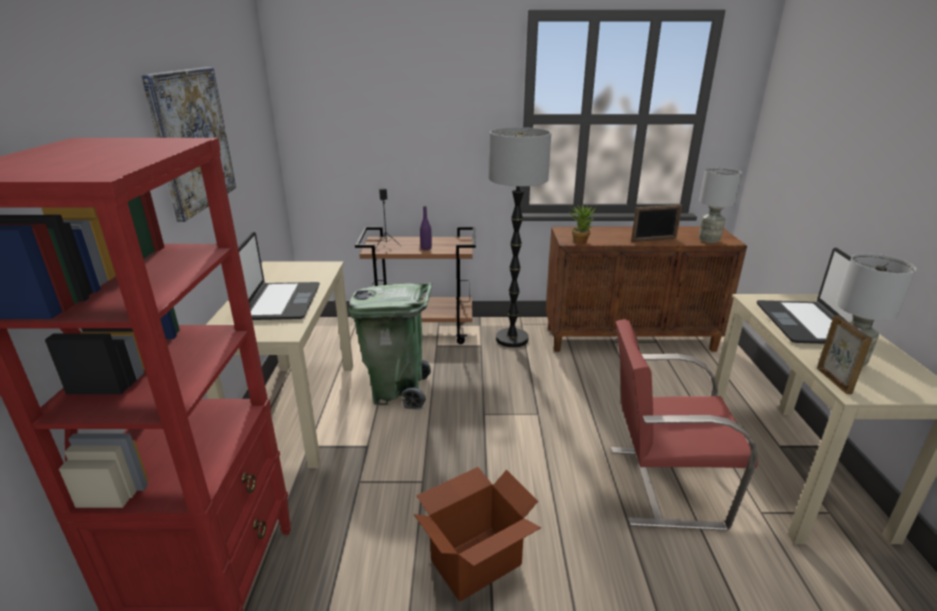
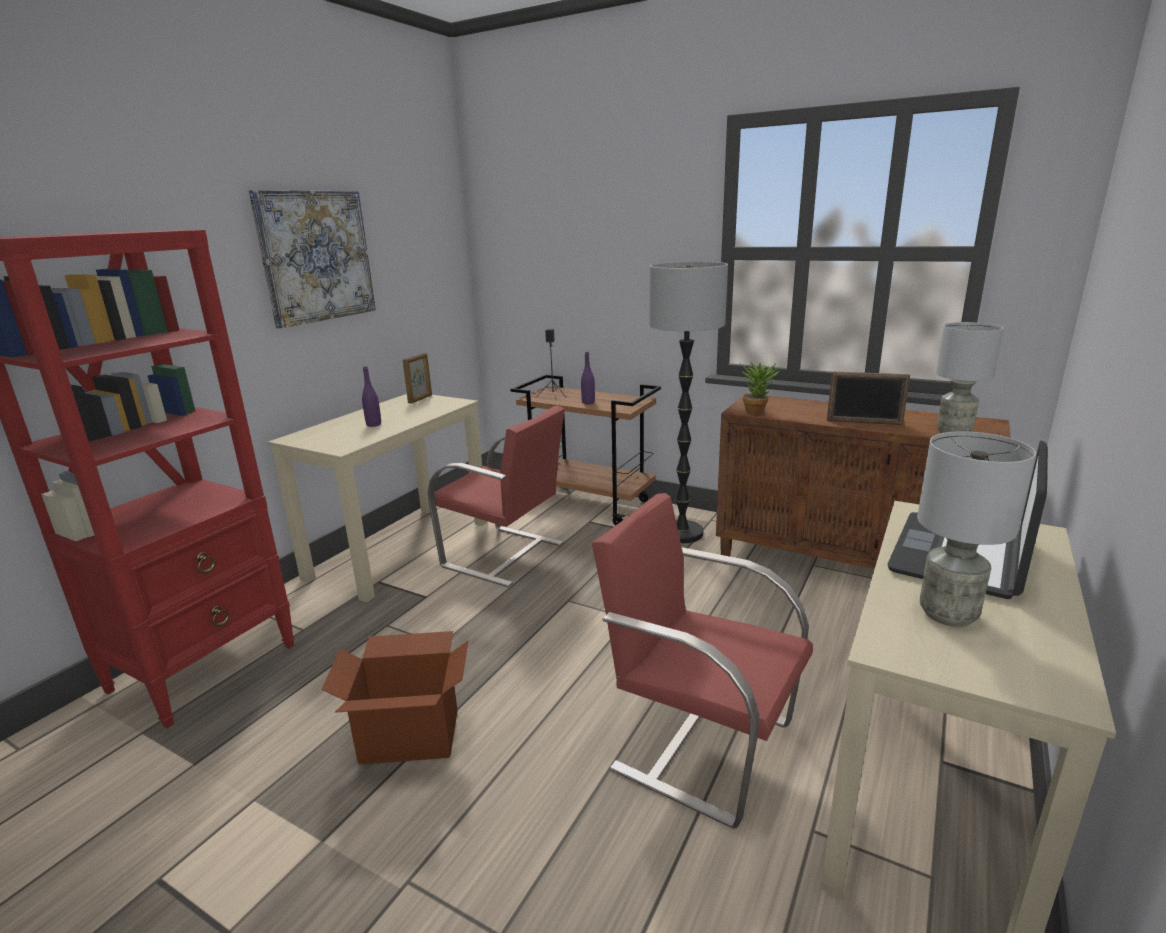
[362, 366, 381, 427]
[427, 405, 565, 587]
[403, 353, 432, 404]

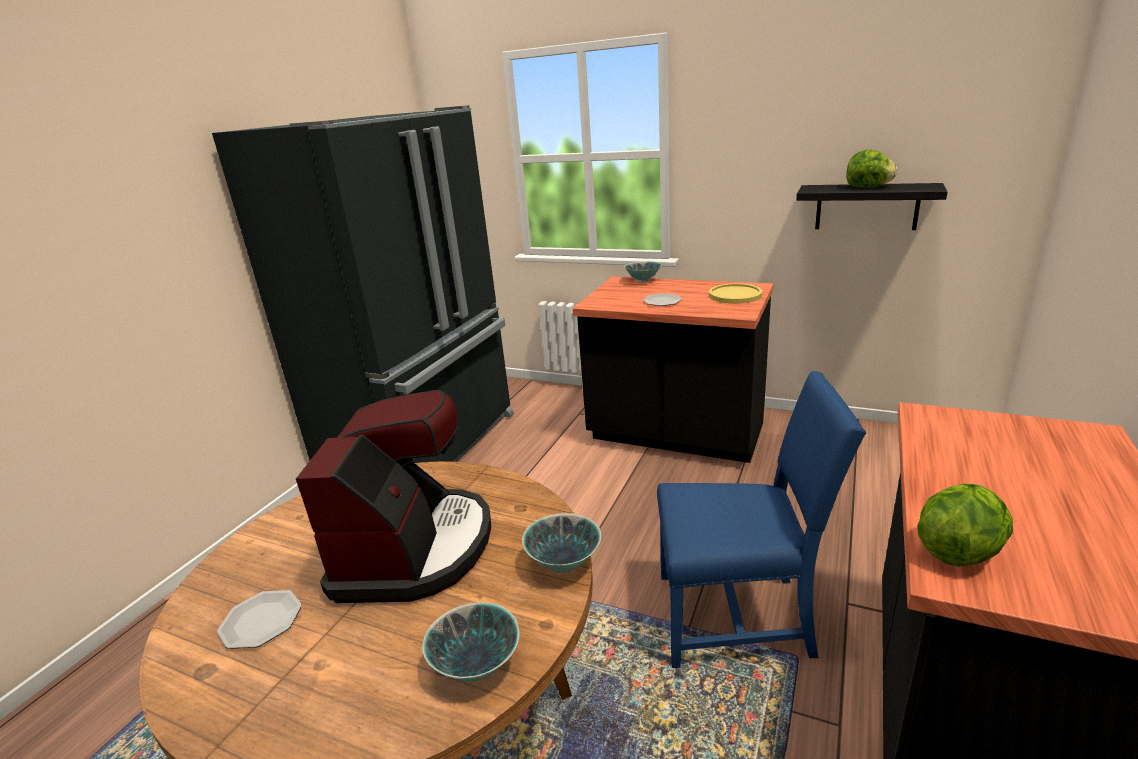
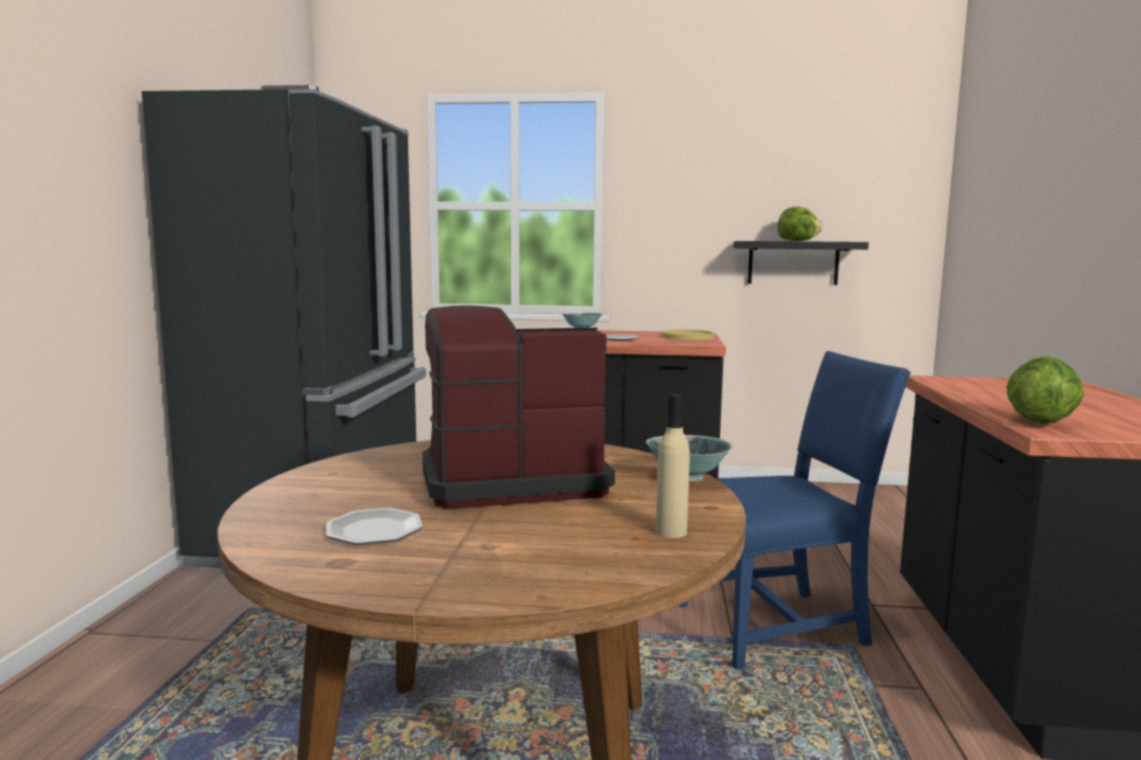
[422, 305, 615, 509]
[656, 394, 690, 538]

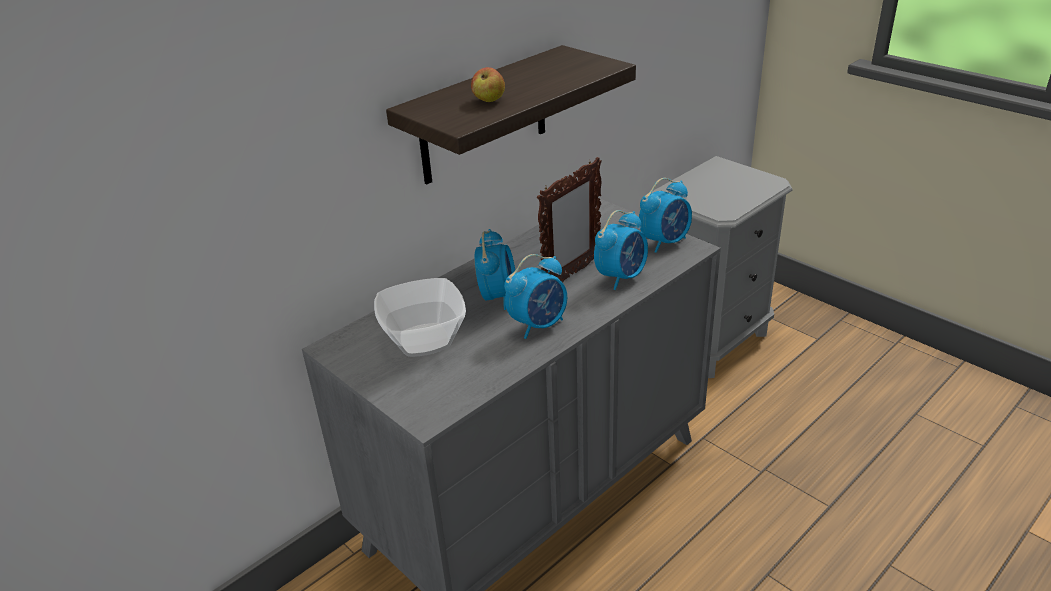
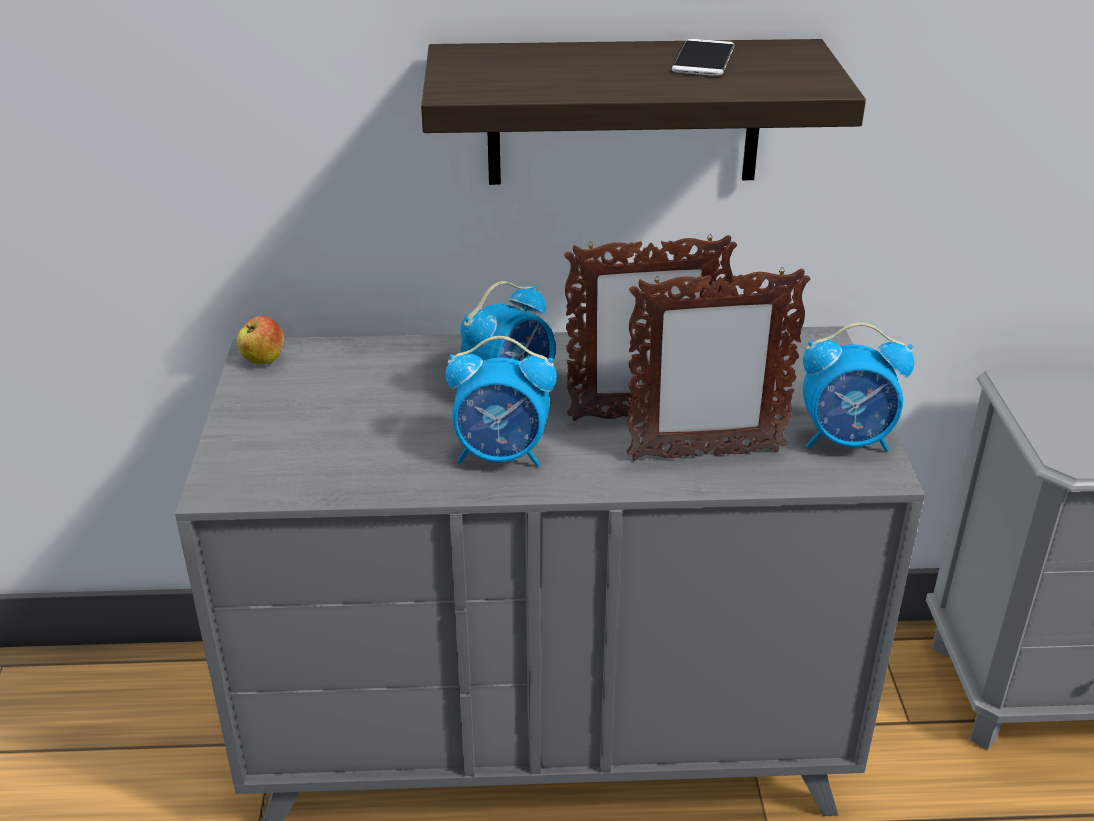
[374, 278, 466, 357] (first image)
[237, 316, 284, 365]
[627, 267, 810, 461]
[672, 39, 734, 76]

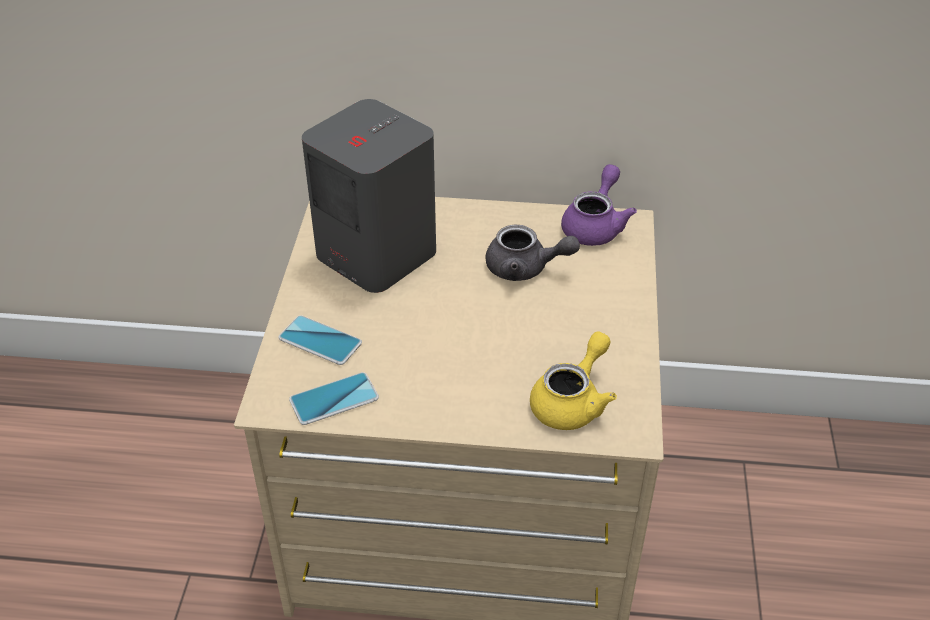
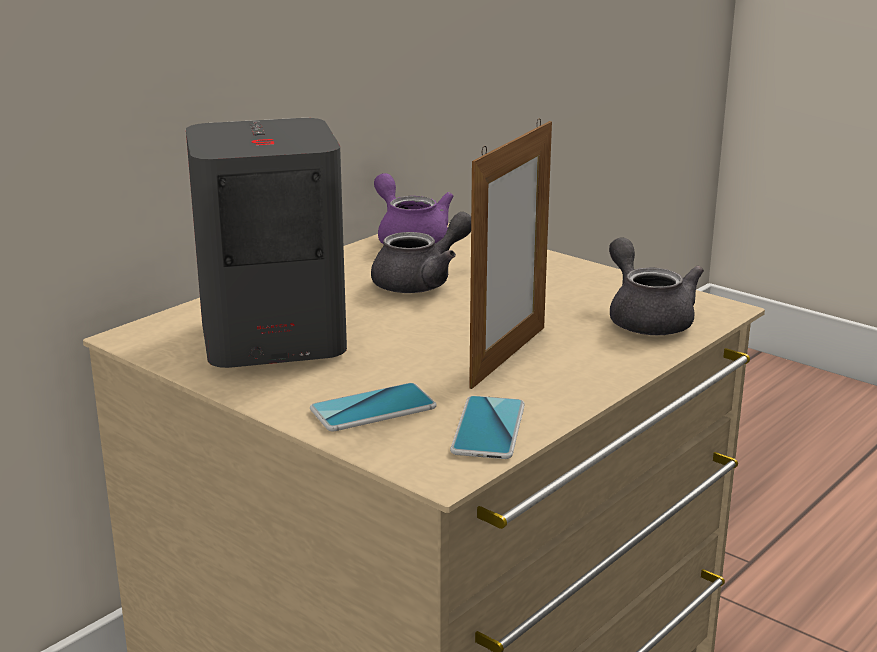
[609, 238, 704, 335]
[469, 118, 552, 389]

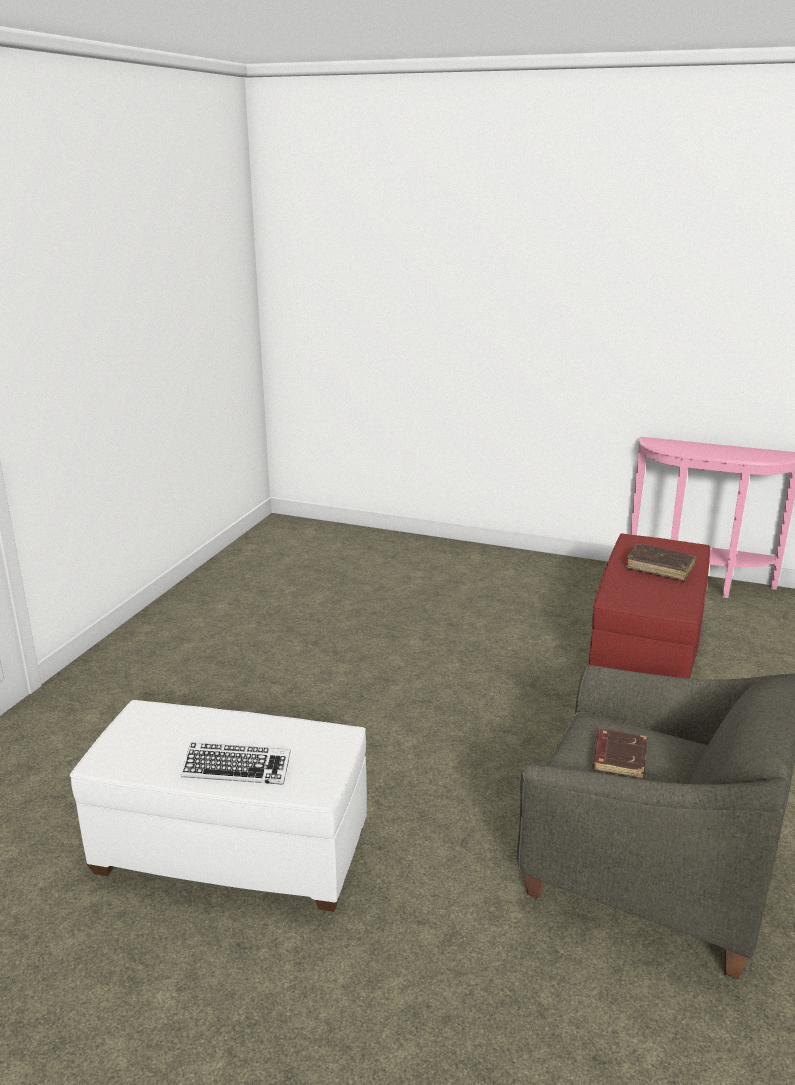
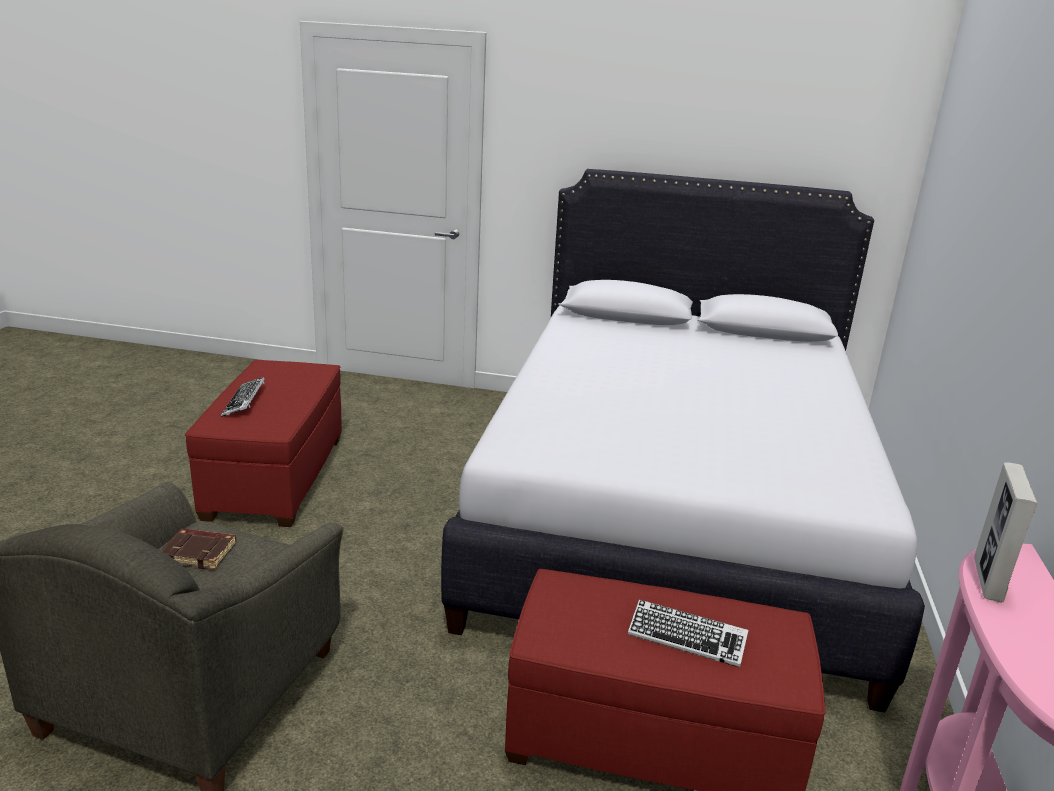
[185, 360, 342, 527]
[628, 599, 748, 668]
[441, 169, 925, 712]
[974, 462, 1037, 602]

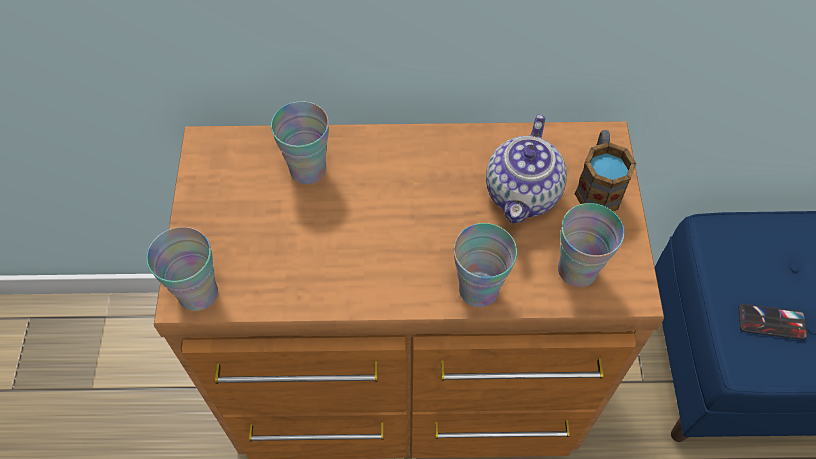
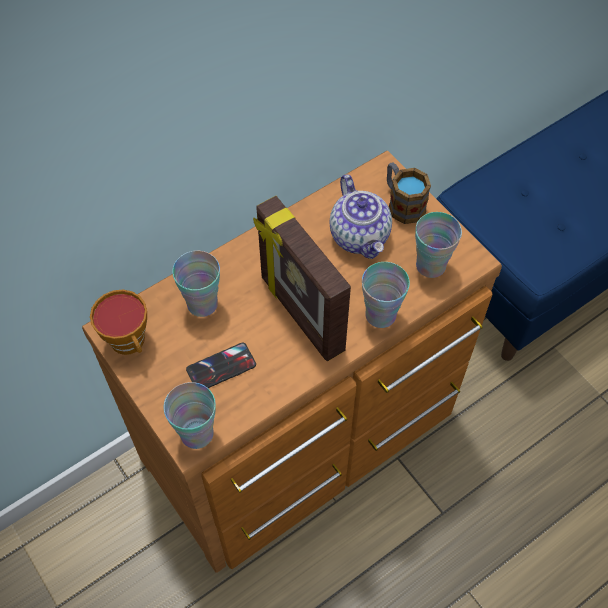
[186, 342, 256, 388]
[90, 289, 147, 355]
[253, 196, 351, 361]

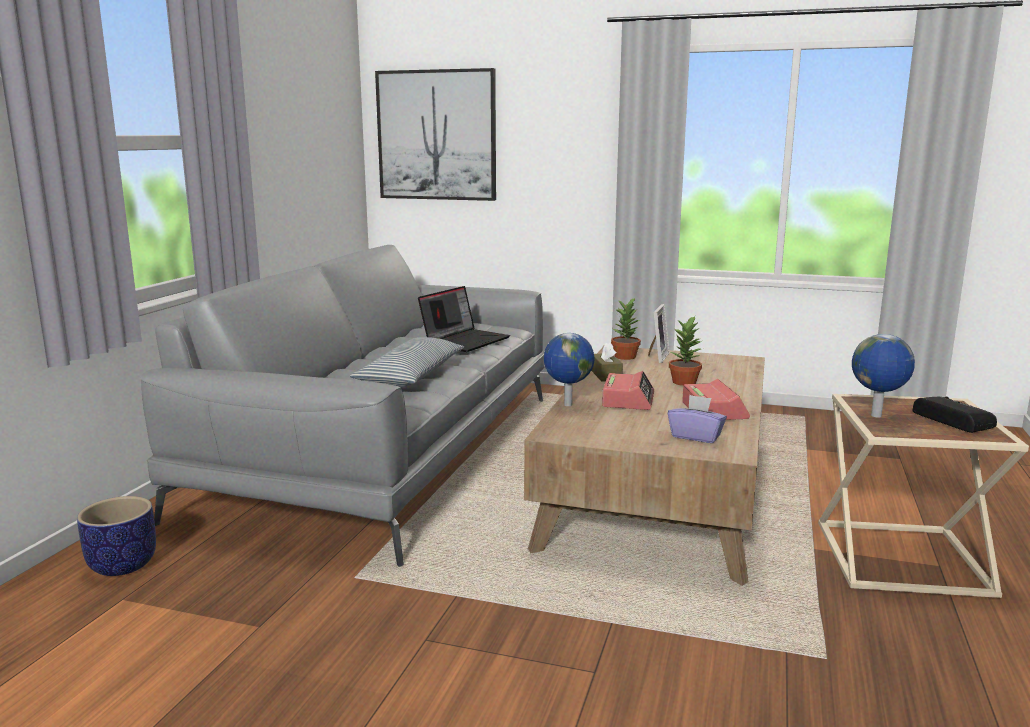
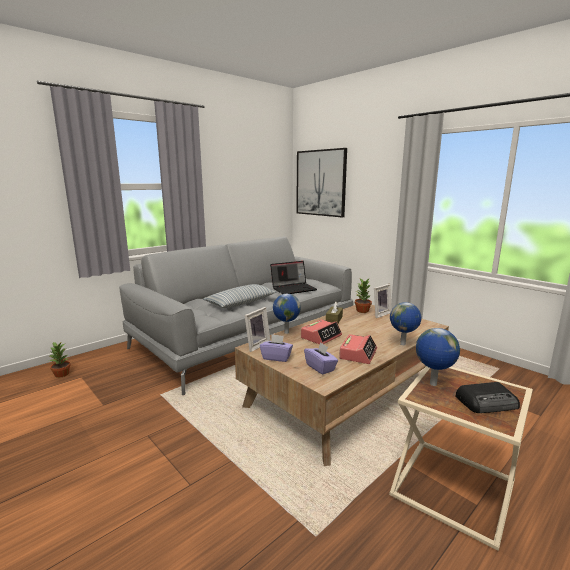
[77, 496, 156, 576] (first image)
[49, 342, 71, 378]
[455, 382, 520, 413]
[244, 307, 271, 352]
[260, 334, 293, 362]
[390, 302, 422, 345]

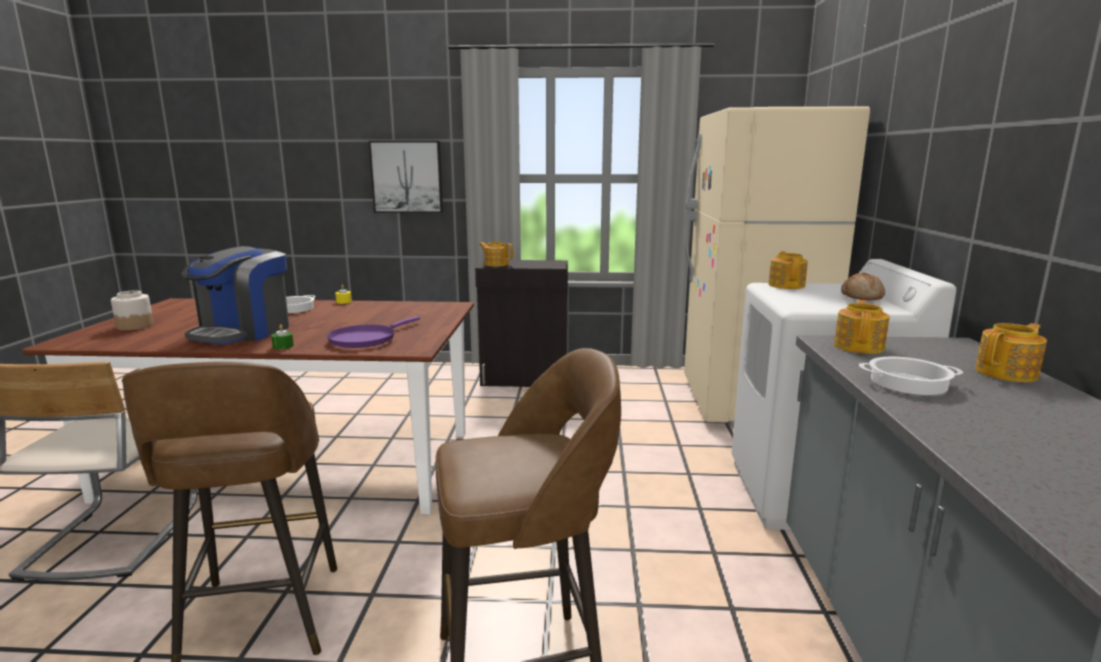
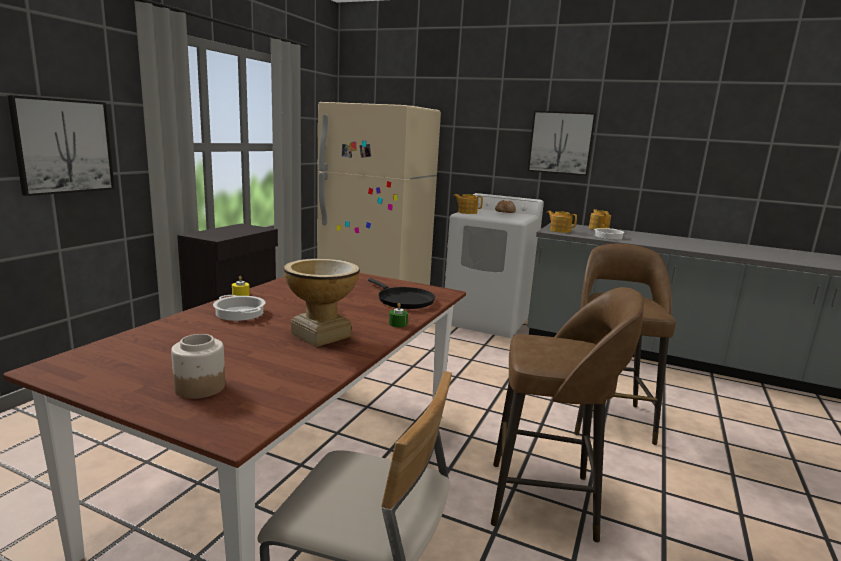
[283, 259, 360, 347]
[368, 278, 435, 309]
[479, 242, 513, 267] (first image)
[528, 111, 596, 176]

